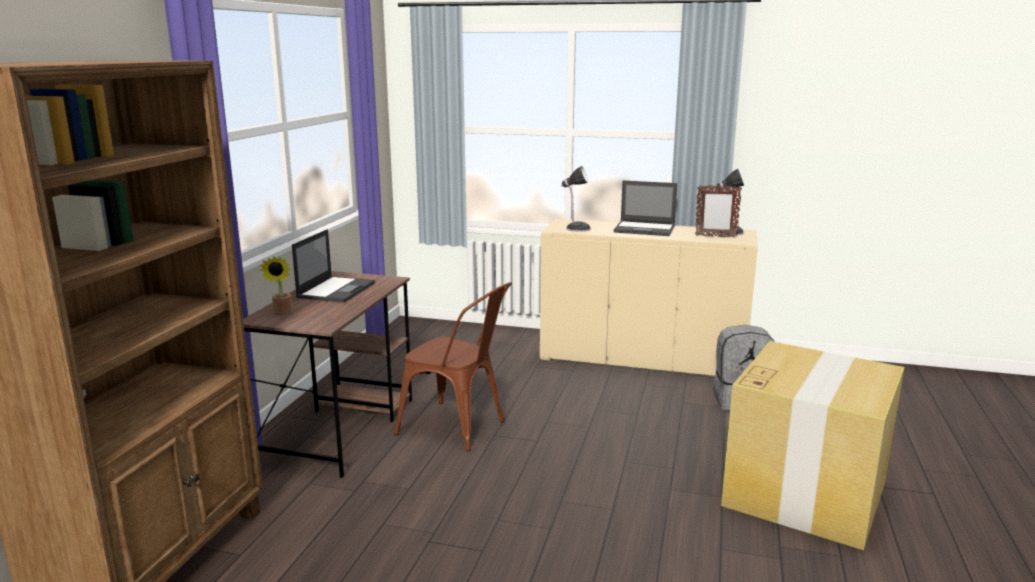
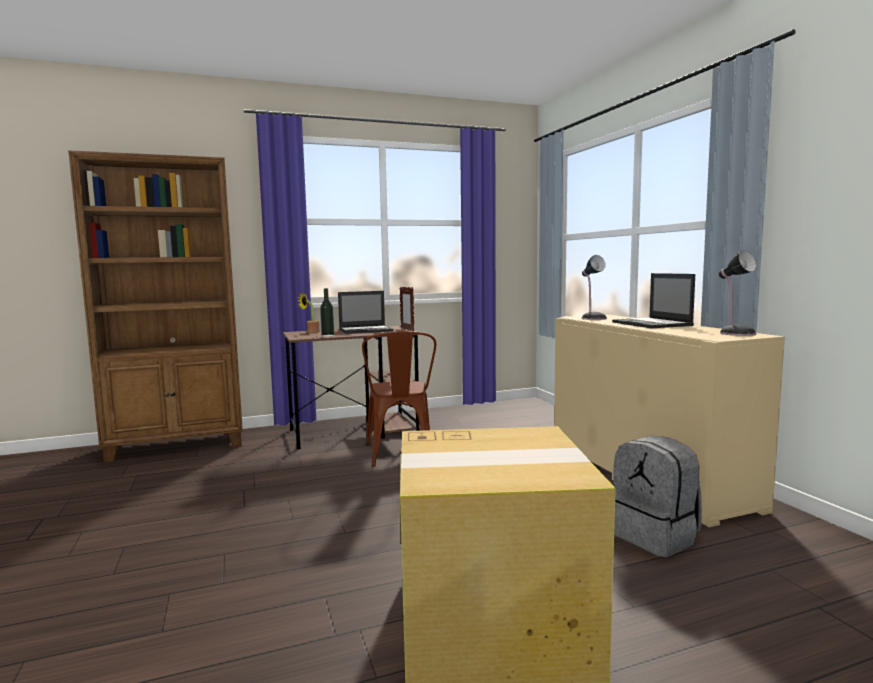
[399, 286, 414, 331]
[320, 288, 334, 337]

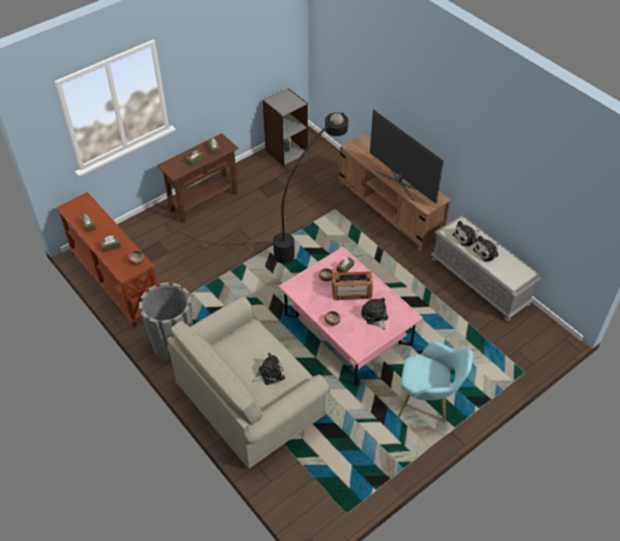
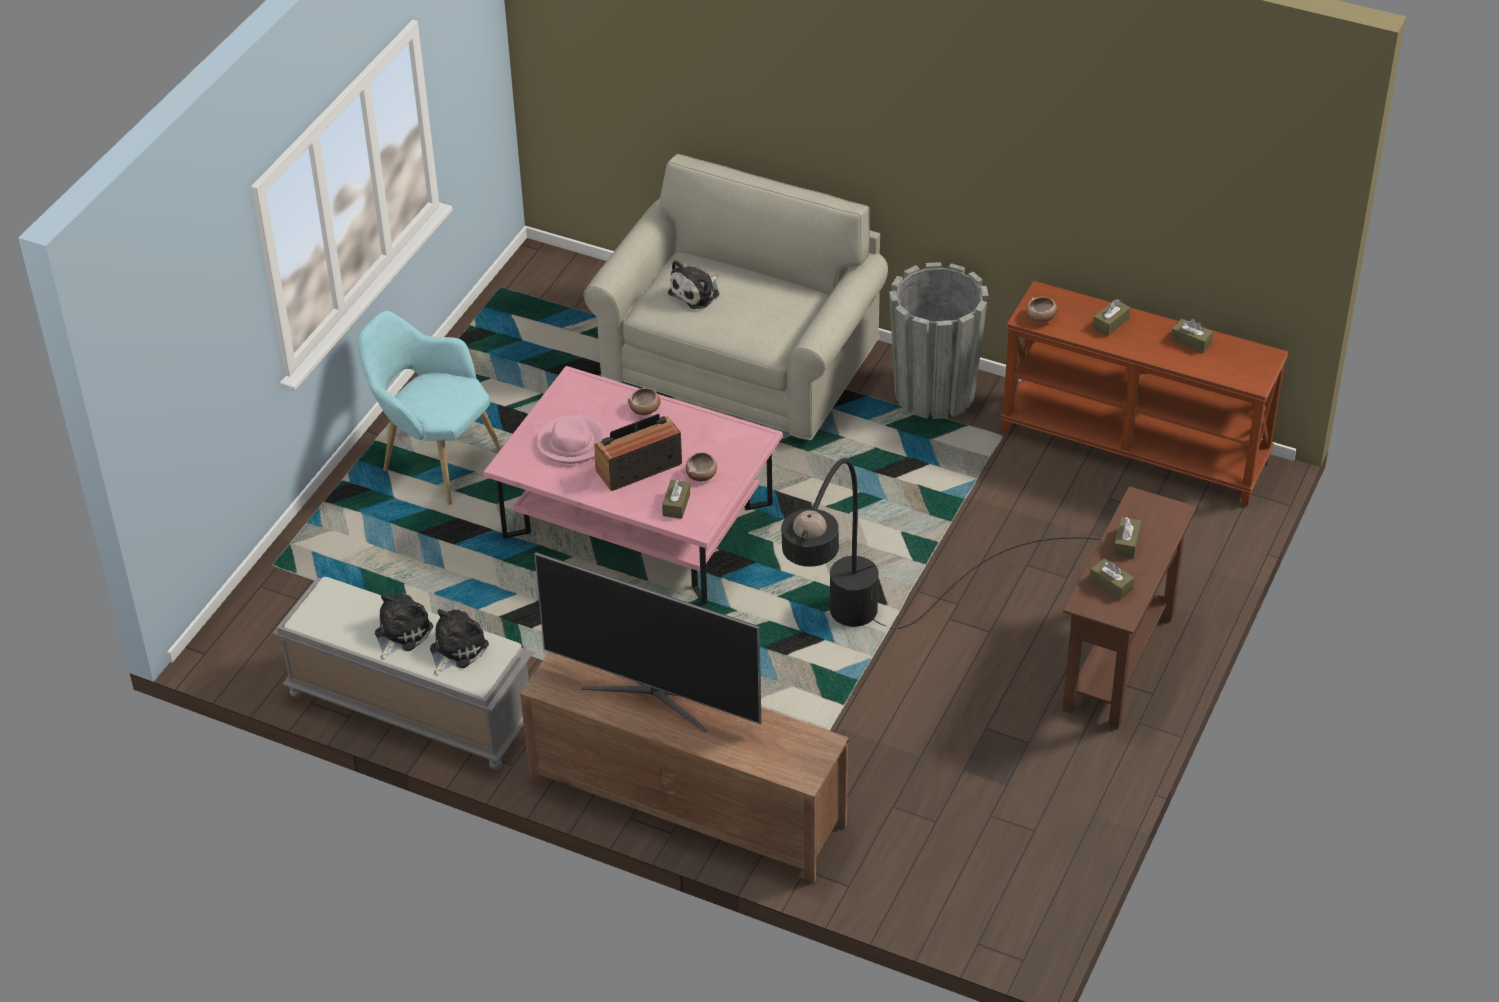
[262, 88, 308, 166] (first image)
[537, 415, 606, 464]
[358, 311, 501, 505]

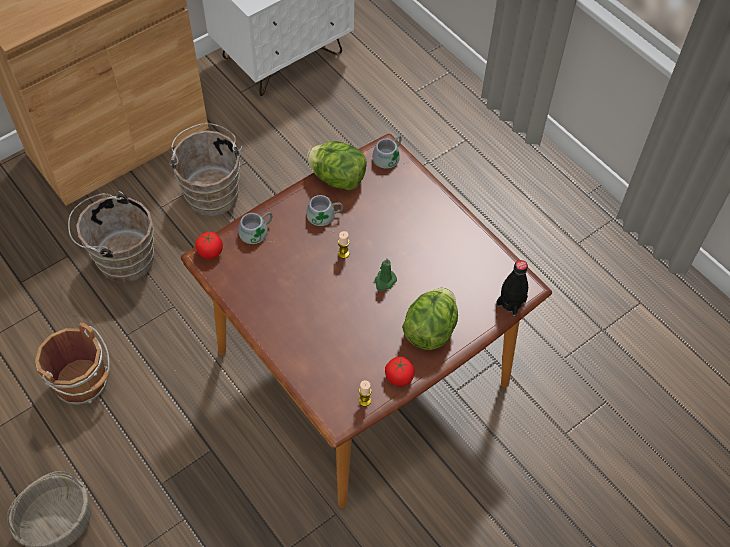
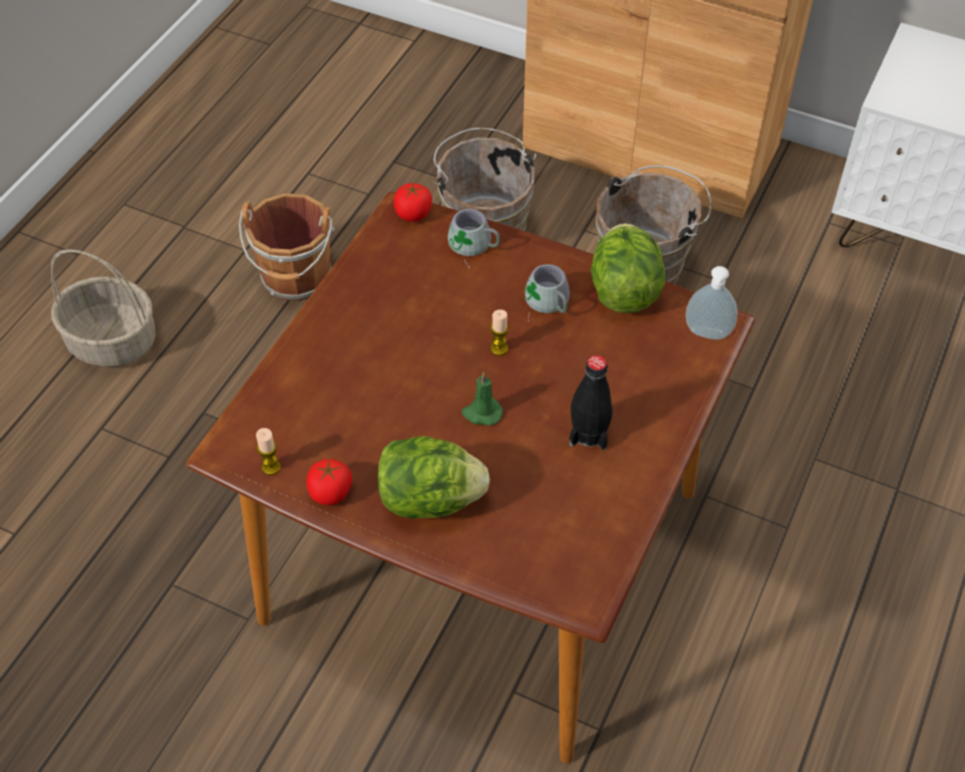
[686, 266, 738, 340]
[569, 355, 613, 450]

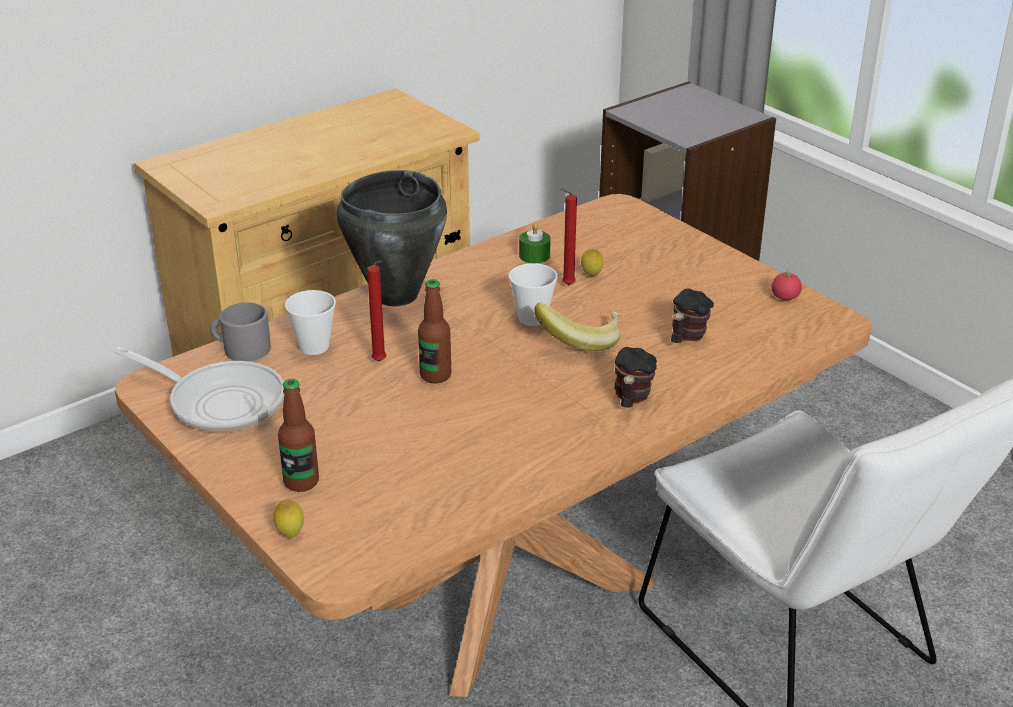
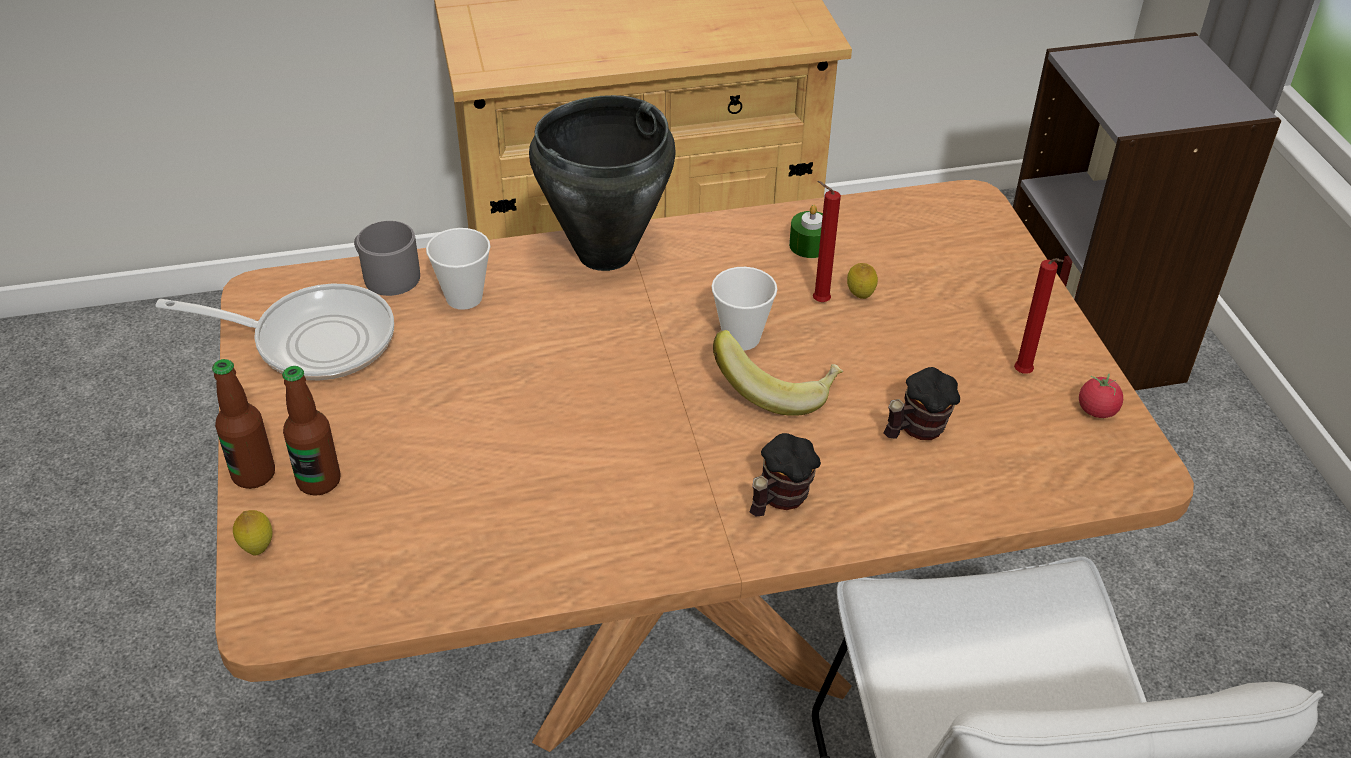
[155, 284, 394, 380]
[1014, 258, 1064, 374]
[212, 359, 275, 489]

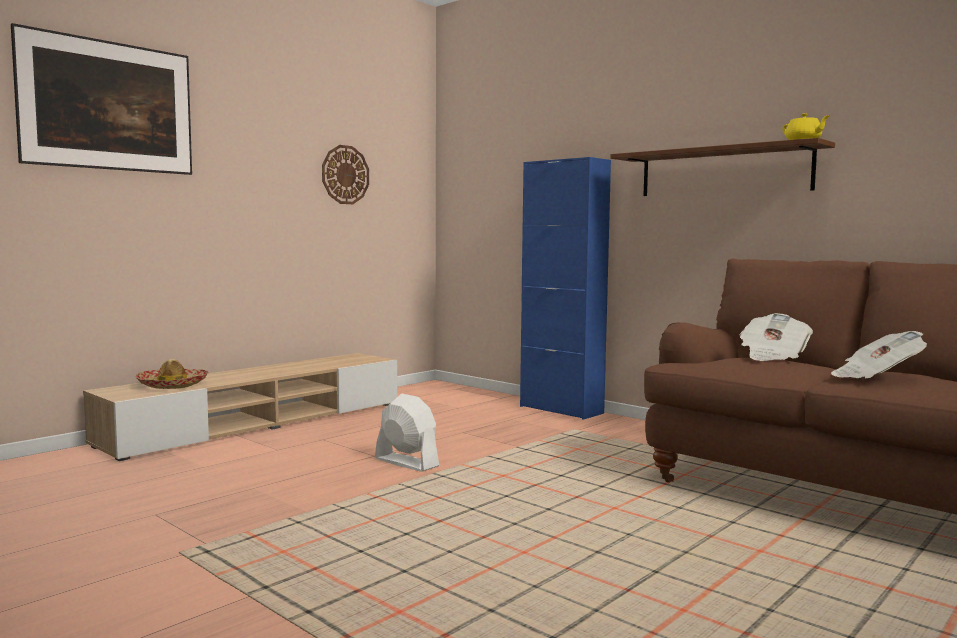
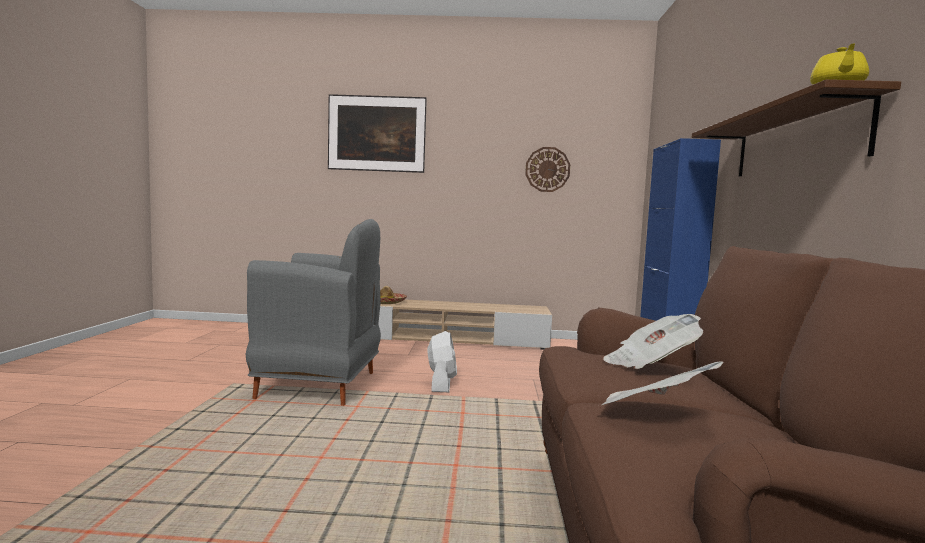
[246, 219, 381, 406]

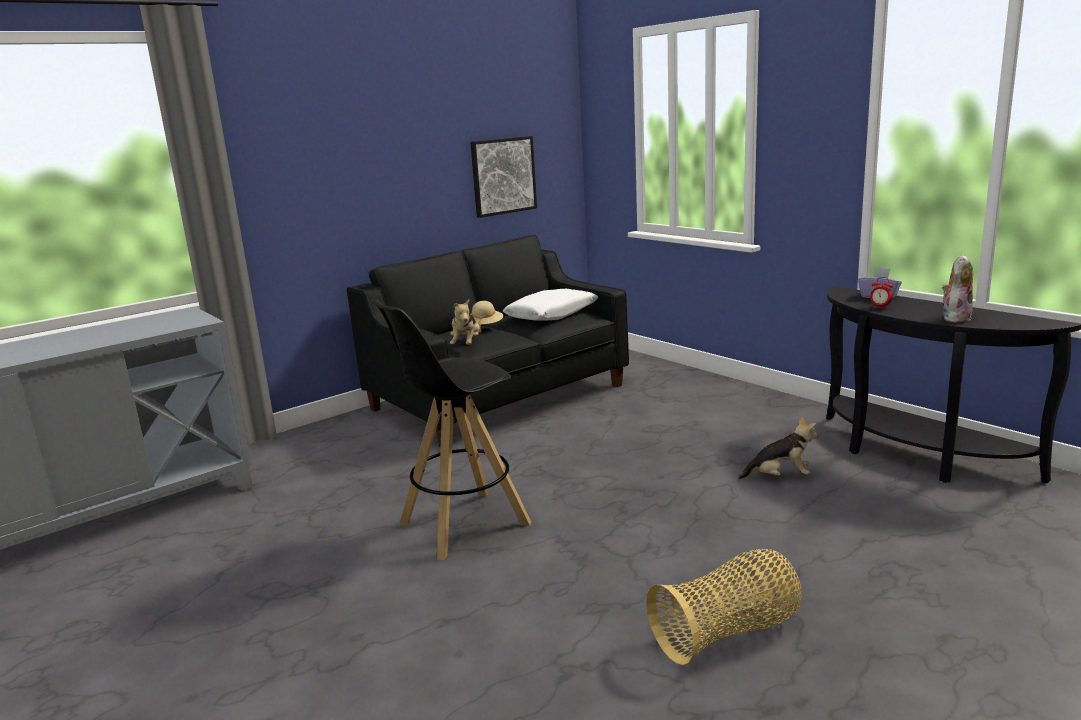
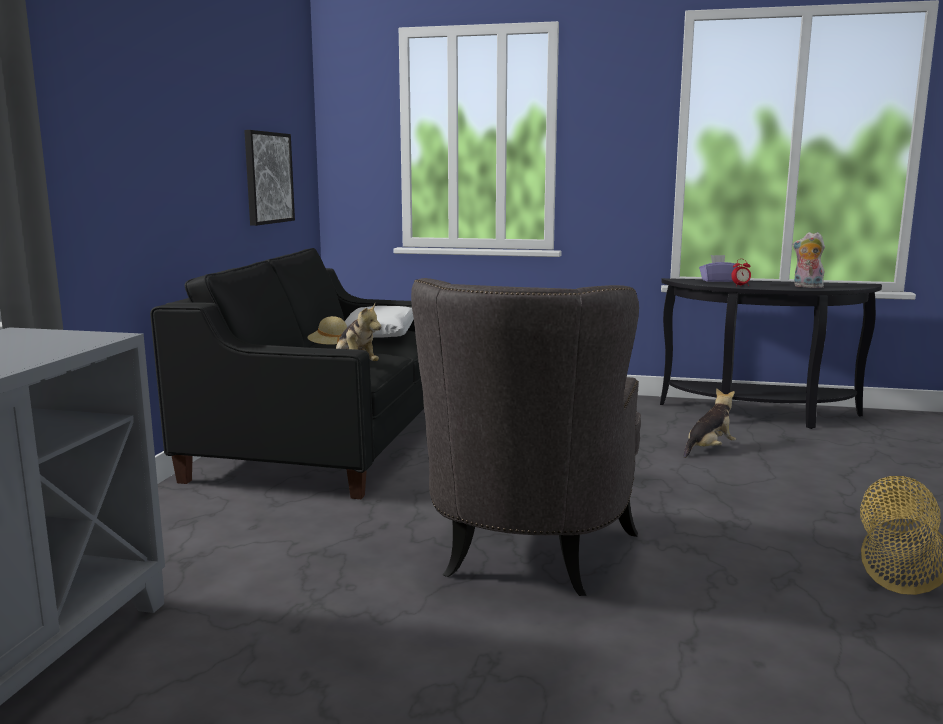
[411, 278, 641, 596]
[793, 232, 825, 288]

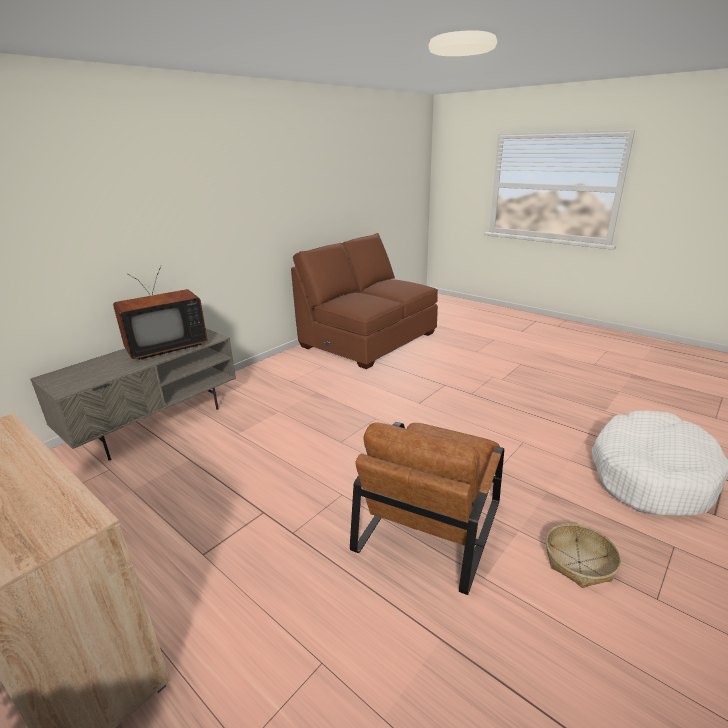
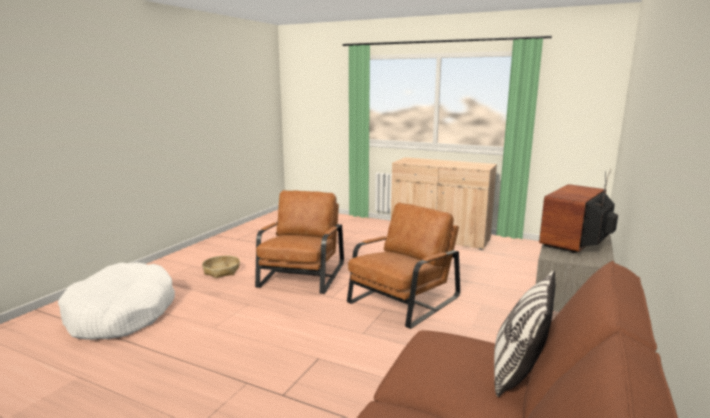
[347, 202, 460, 329]
[494, 271, 555, 397]

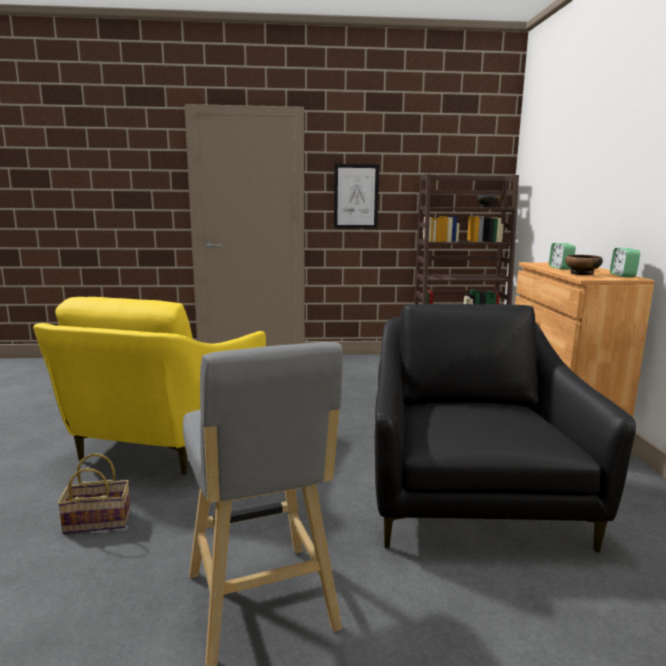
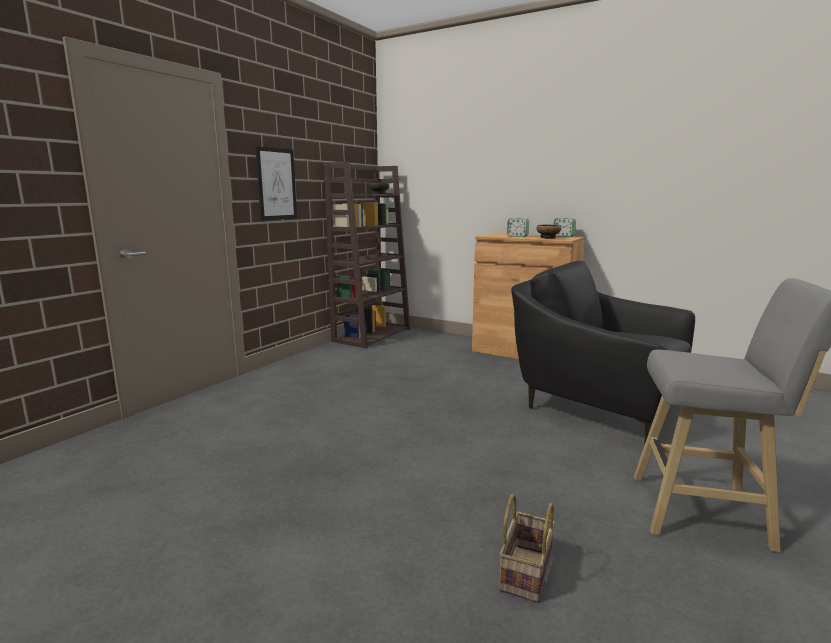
[33, 297, 266, 475] (first image)

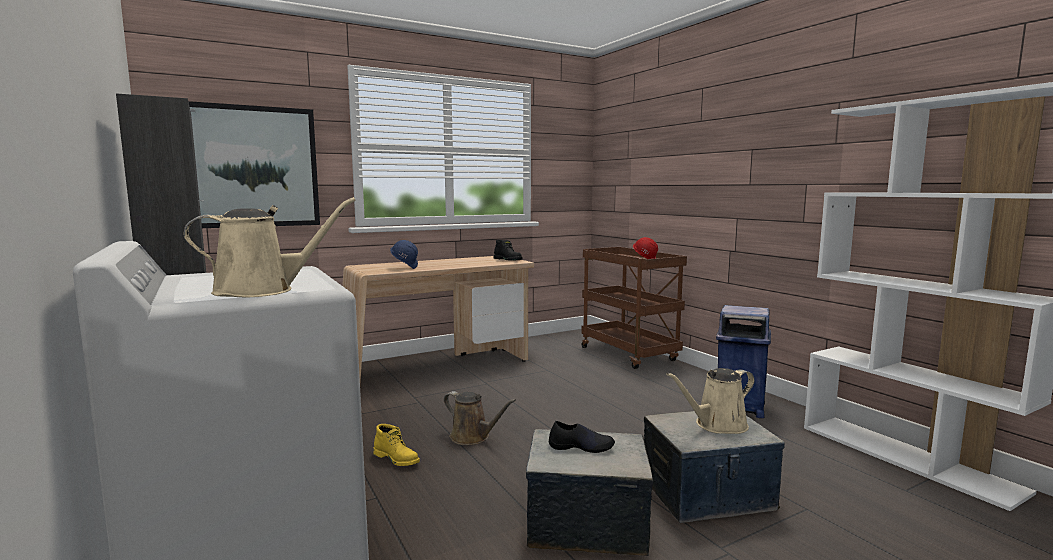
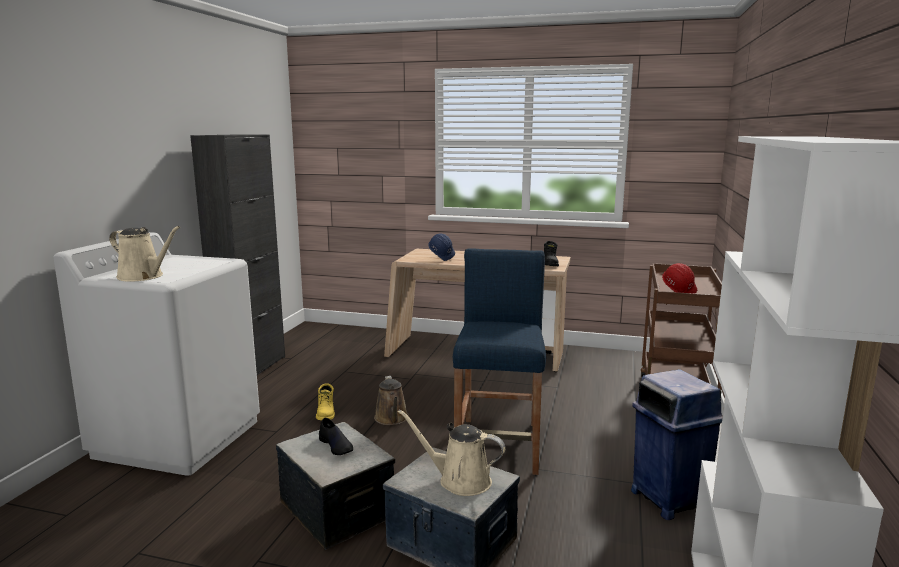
[188, 101, 320, 228] (first image)
[453, 248, 546, 475]

